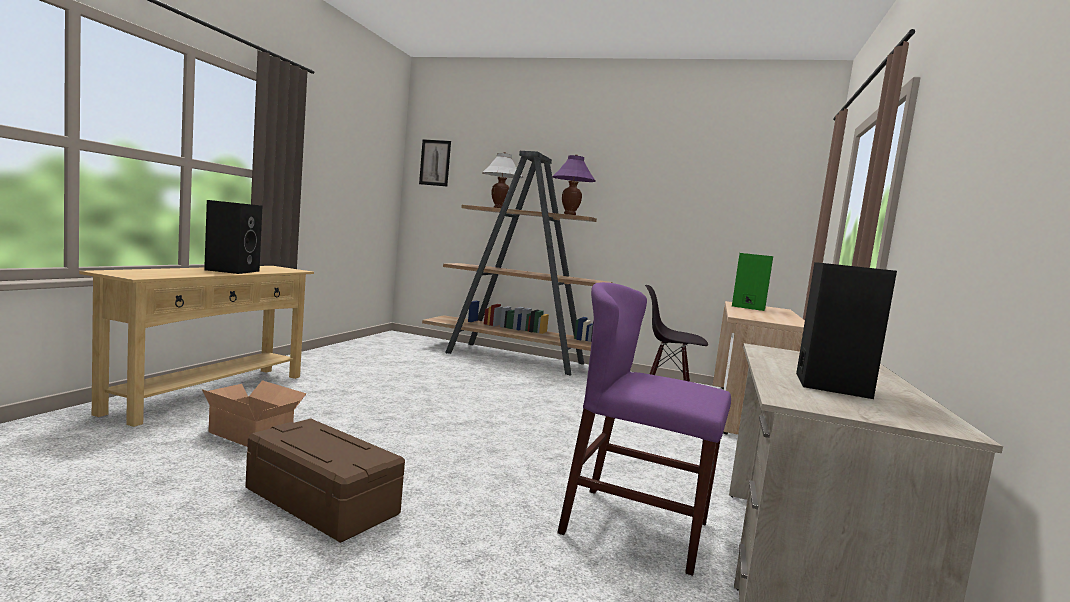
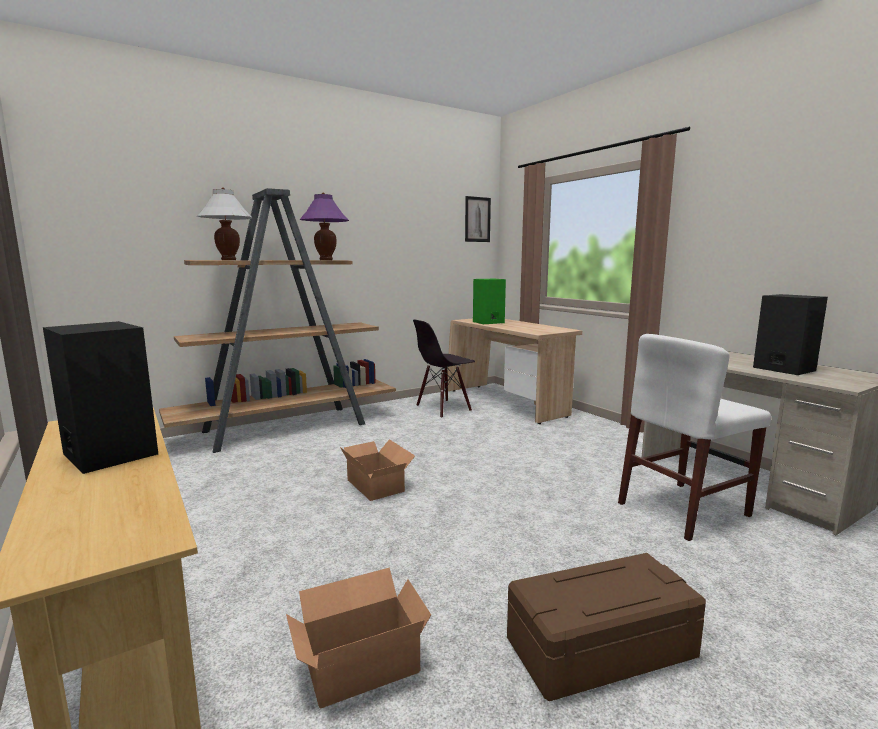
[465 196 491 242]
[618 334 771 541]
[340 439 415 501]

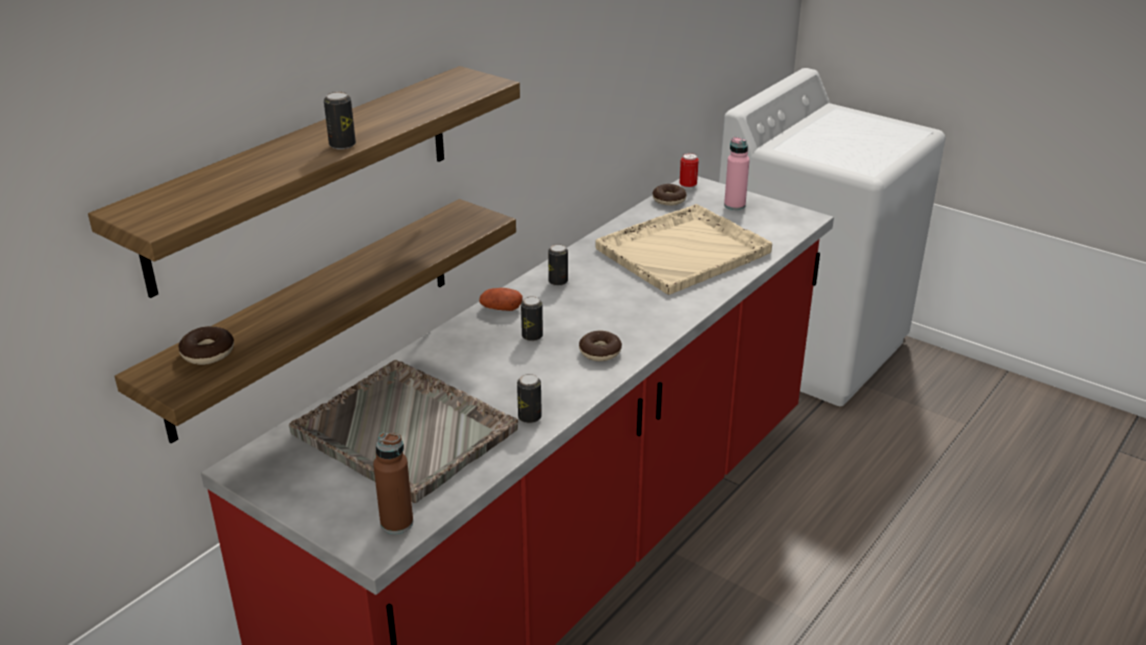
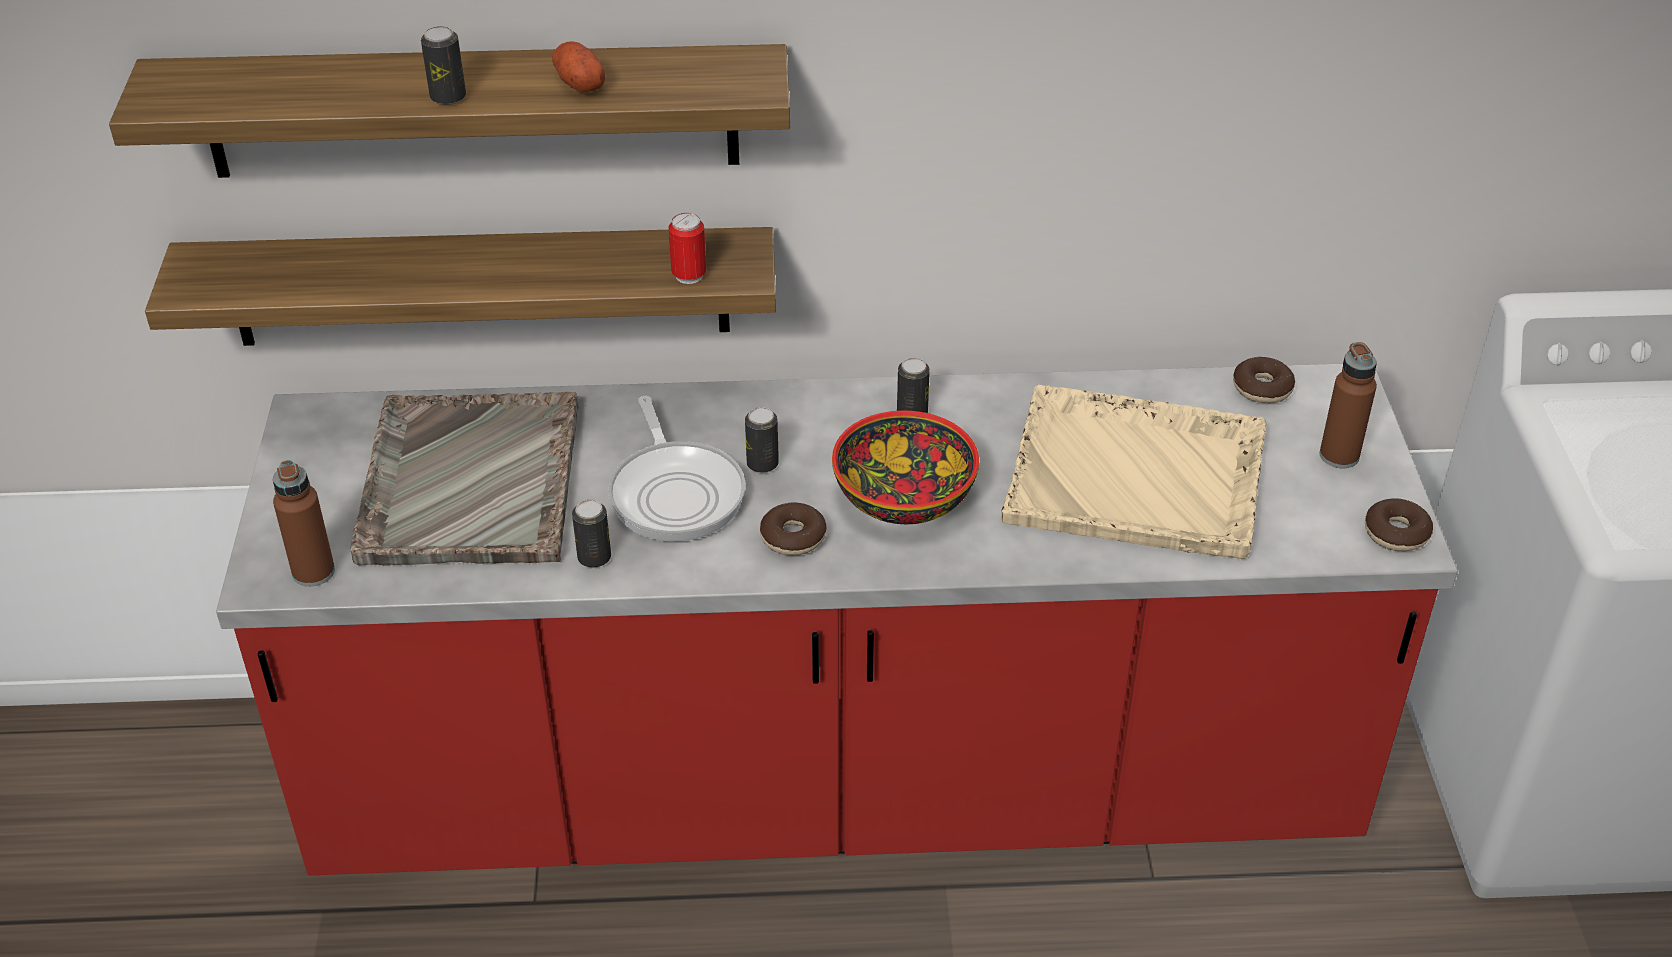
[1320 342 1377 468]
[669 213 707 284]
[552 41 605 93]
[1365 498 1433 551]
[608 396 745 541]
[832 411 979 524]

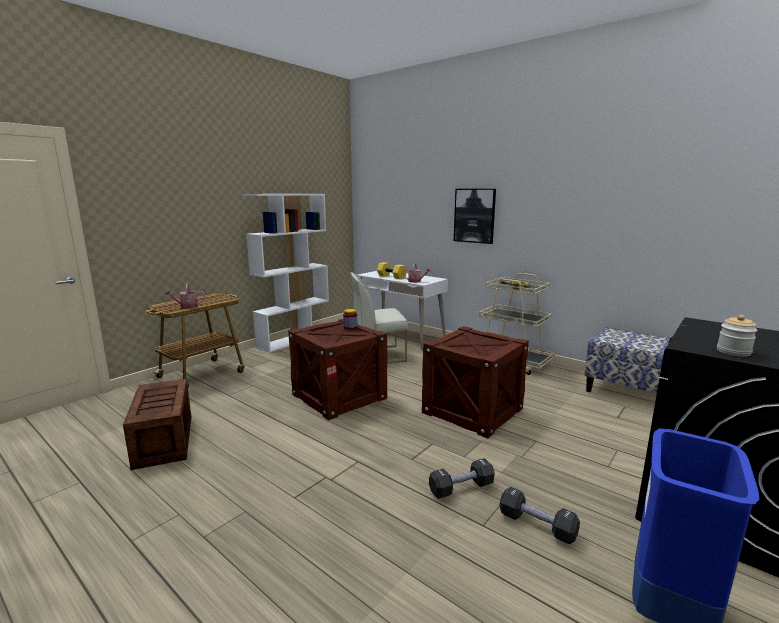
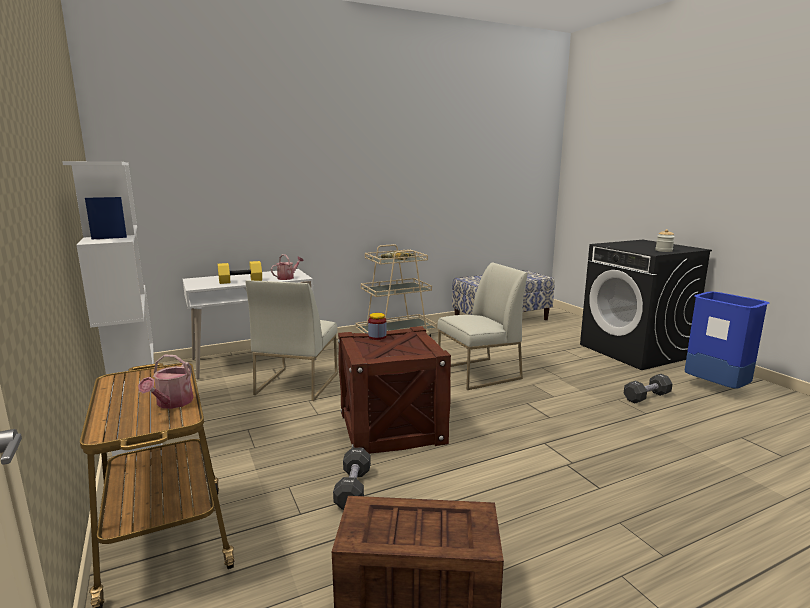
[454 189 496 244] (first image)
[438 262 528 390]
[333 448 371 510]

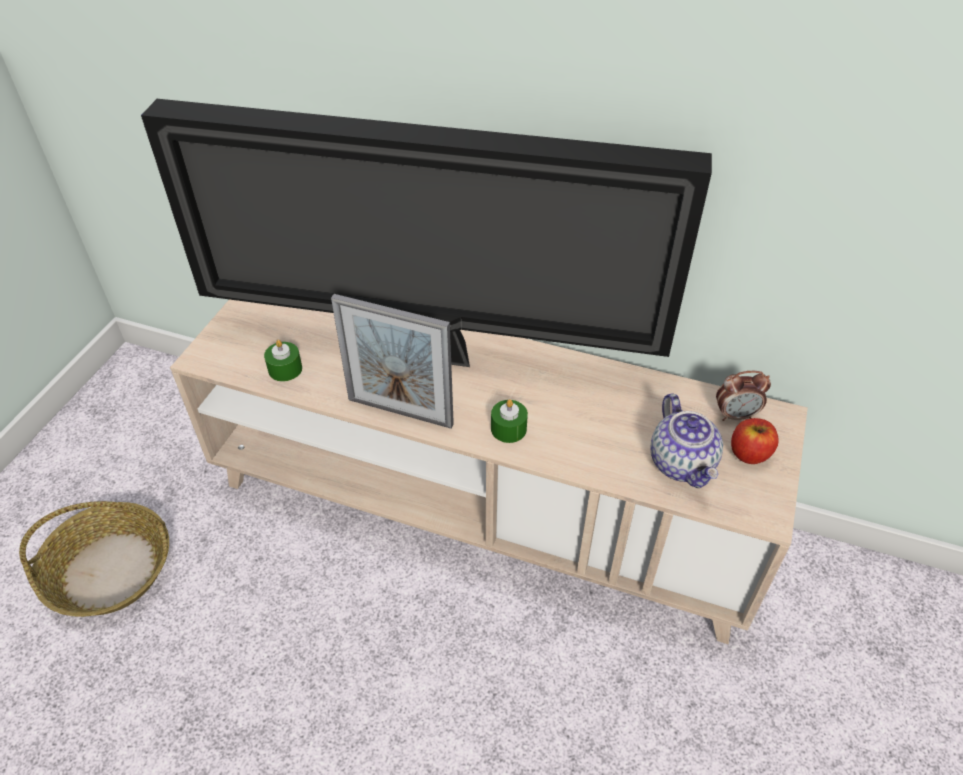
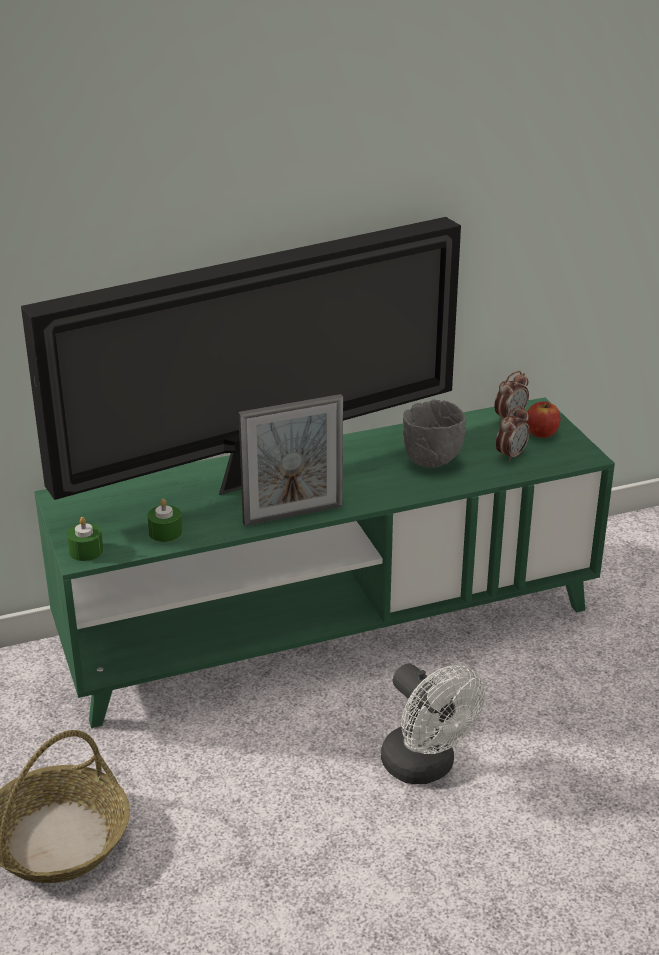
[34 397 615 728]
[496 406 530 462]
[67 517 103 561]
[403 399 466 468]
[381 663 485 784]

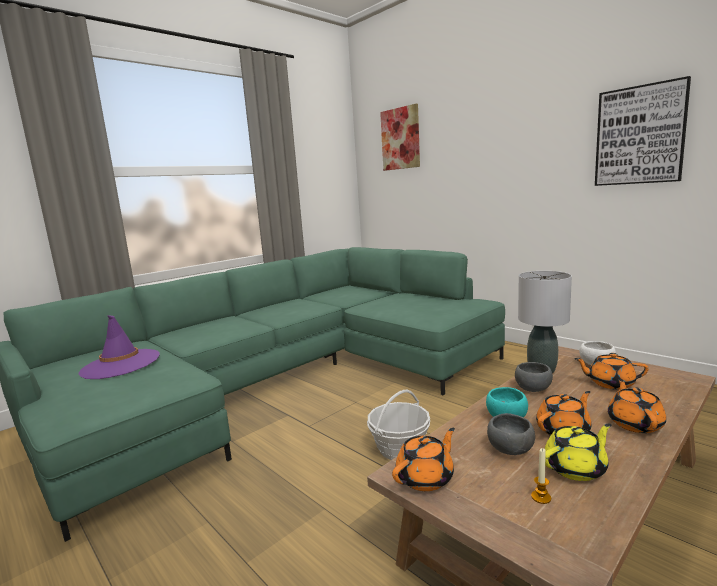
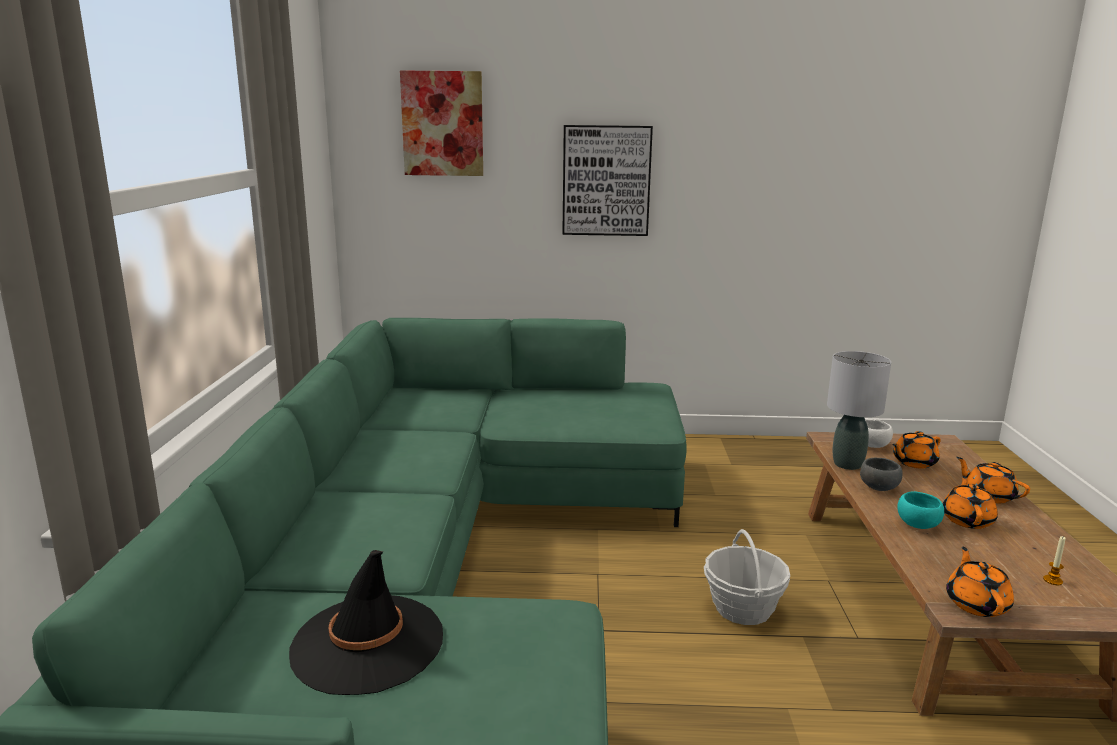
[562 125 653 236]
[289 550 443 695]
[487 413 535 455] (first image)
[545 424 611 481] (first image)

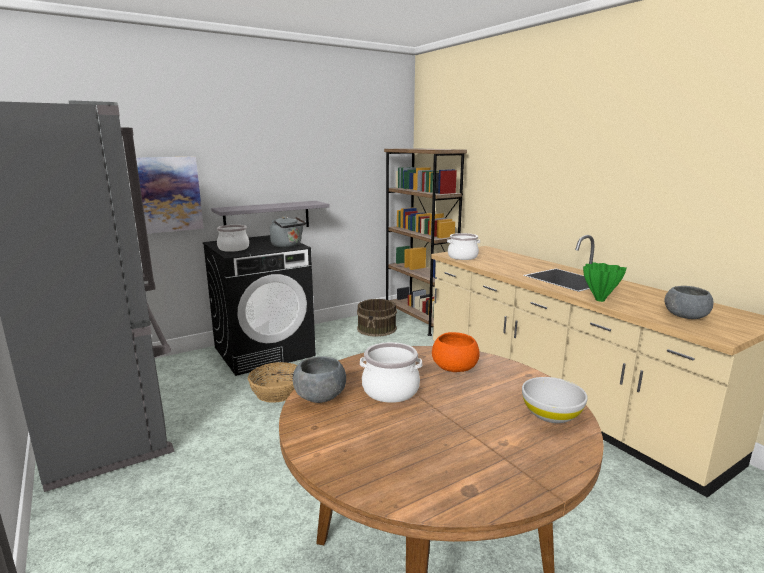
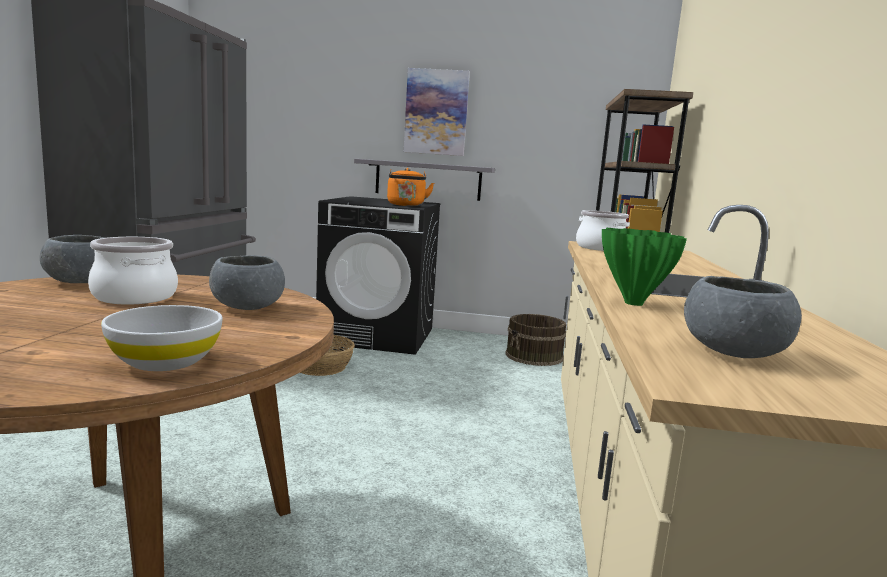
[404 68 470 156]
[387 168 434 206]
[217 225 249 252] (first image)
[209 255 285 310]

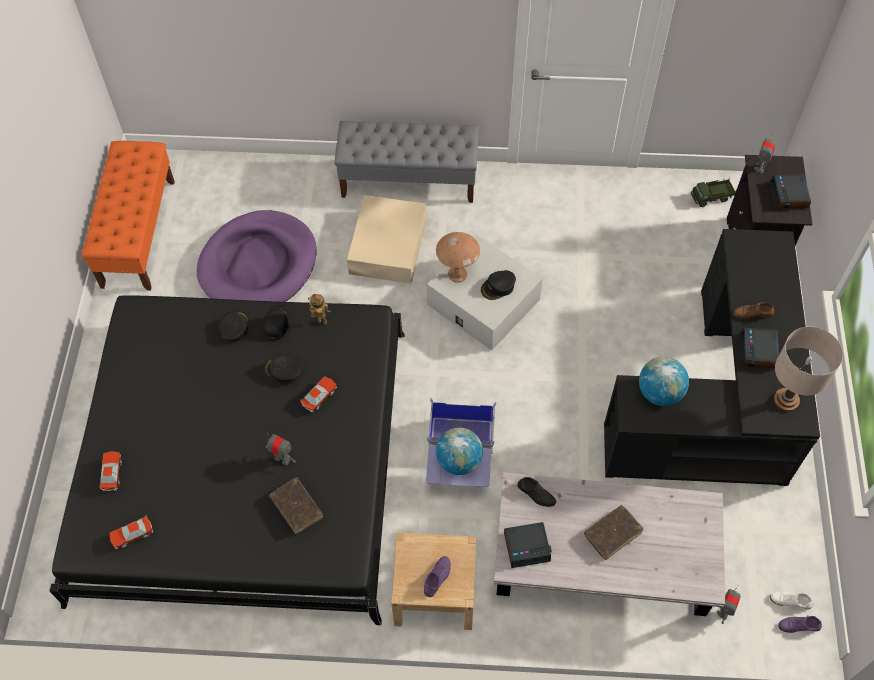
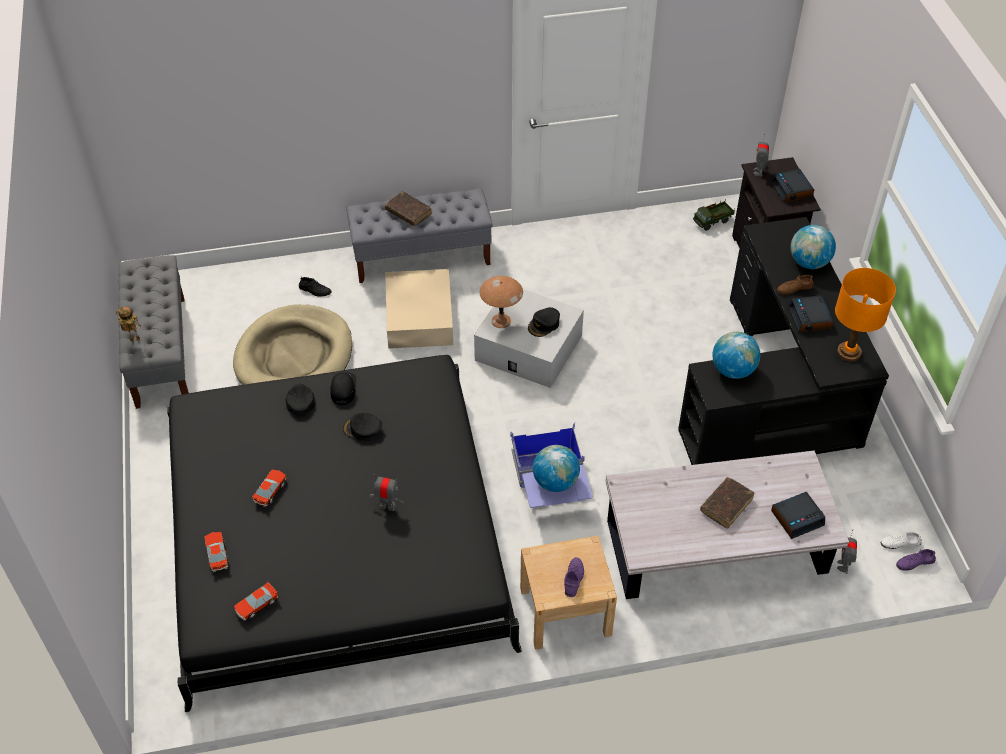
[118 255 189 409]
[233 304 352 385]
[116 307 141 341]
[835 268 896 362]
[251 470 287 507]
[385 191 432 226]
[299 277 332 297]
[771 492 825 539]
[790 225 836 269]

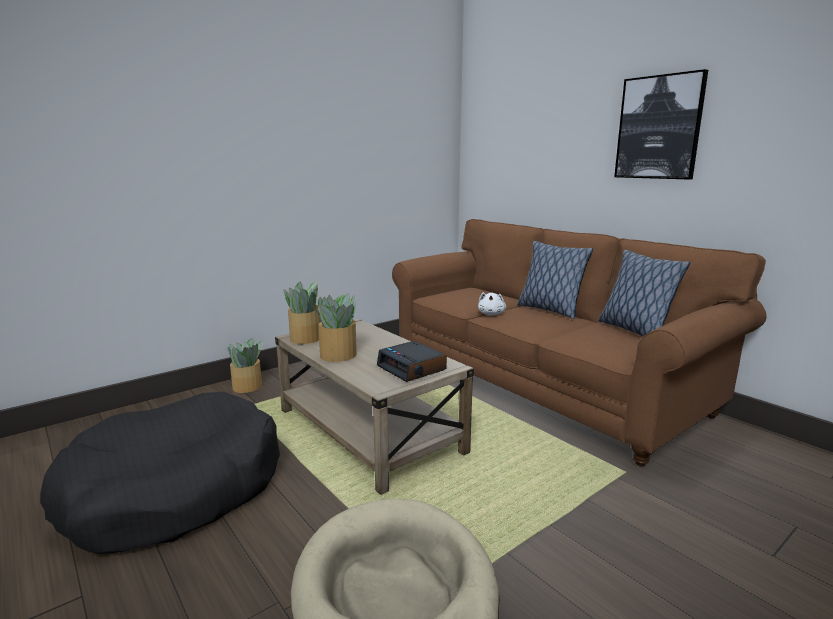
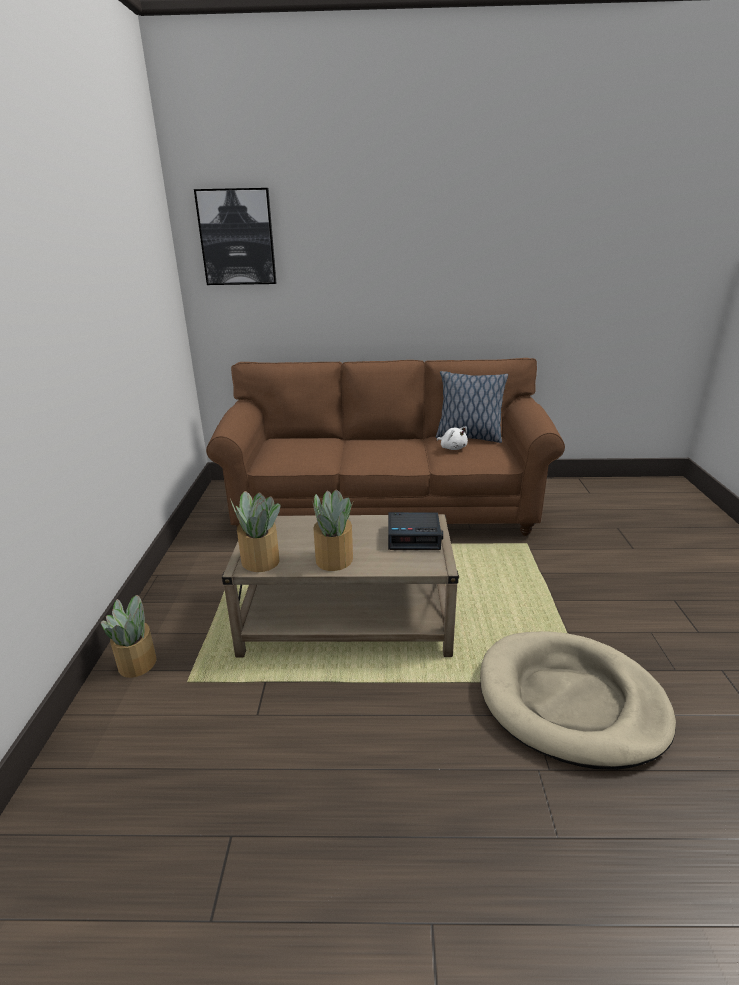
[194 188 276 285]
[517 241 593 319] (first image)
[437 427 468 450]
[40 392 280 554] (first image)

